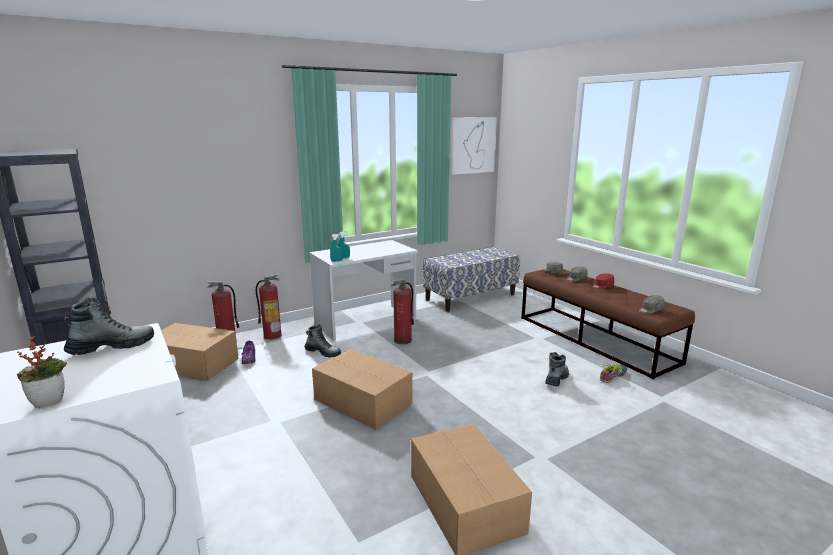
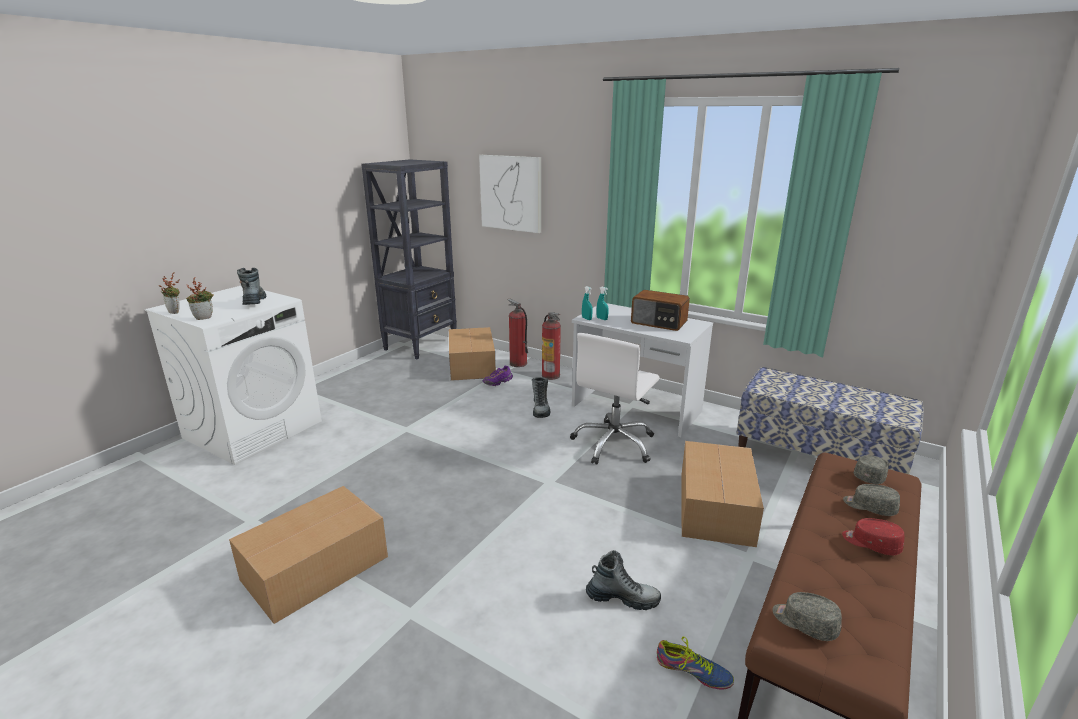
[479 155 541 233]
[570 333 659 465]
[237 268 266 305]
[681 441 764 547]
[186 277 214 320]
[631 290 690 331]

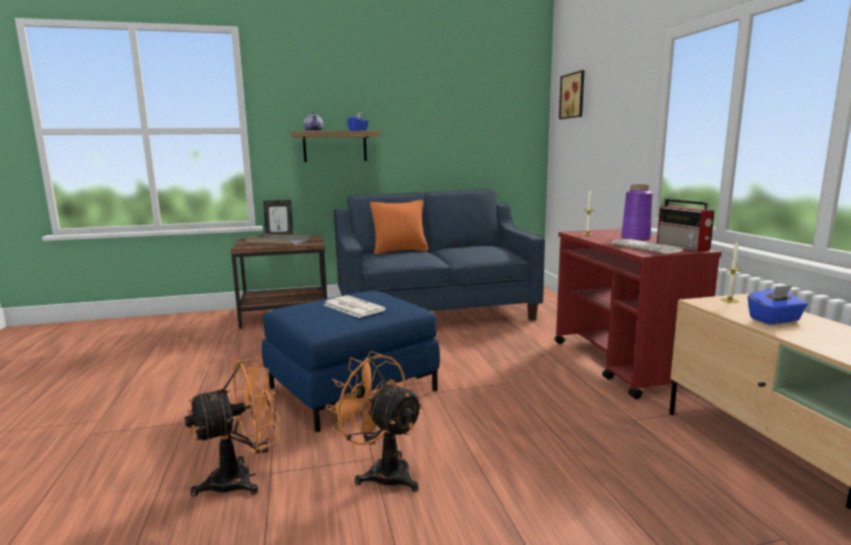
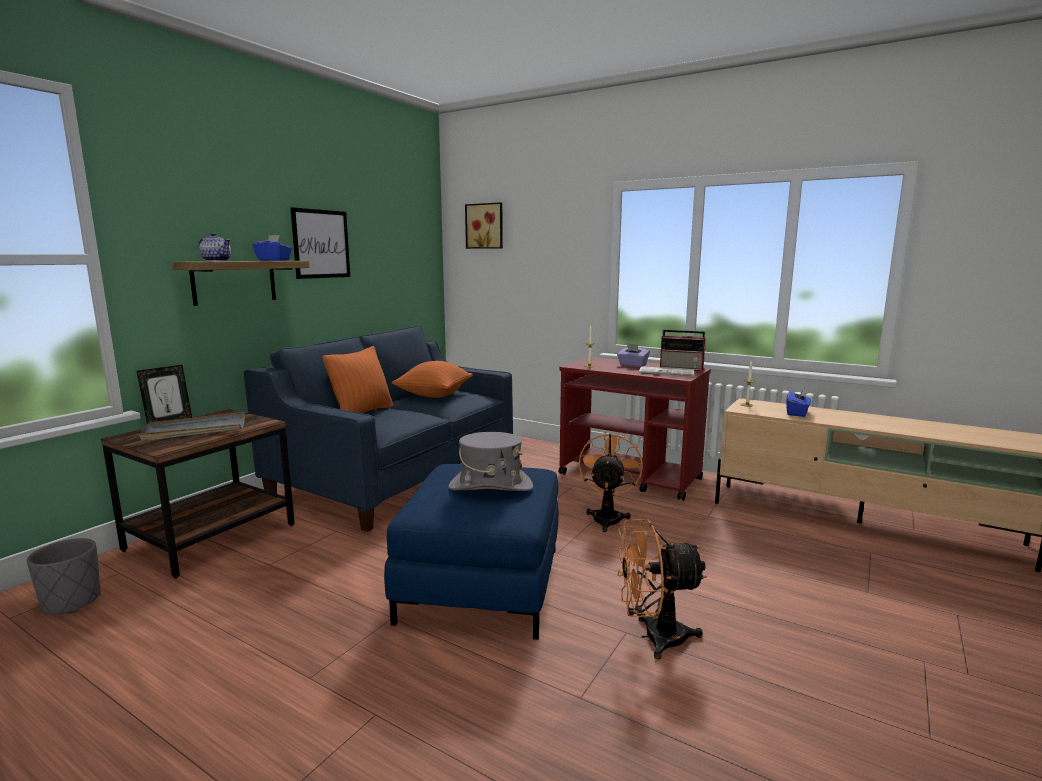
[617 343 650 367]
[448 432 533 491]
[578 431 643 532]
[290 207 350 279]
[392 361 473 398]
[27 538 101 614]

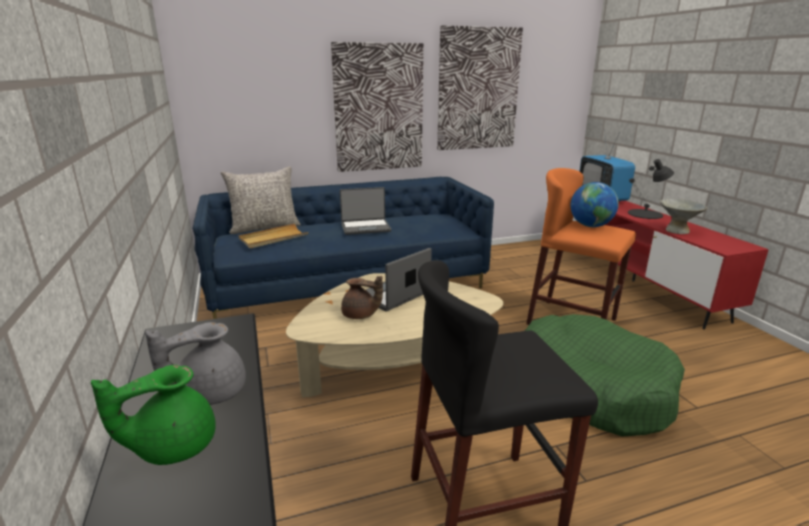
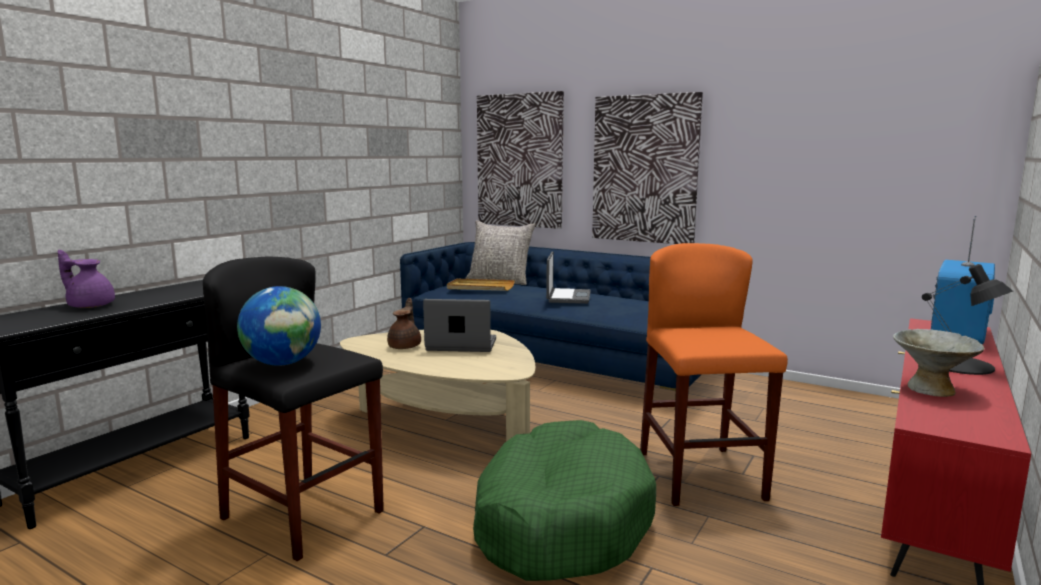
[477 91 564 229]
[237 286 321 366]
[546 251 591 304]
[387 298 421 349]
[145 322 246 405] (first image)
[58 250 115 308]

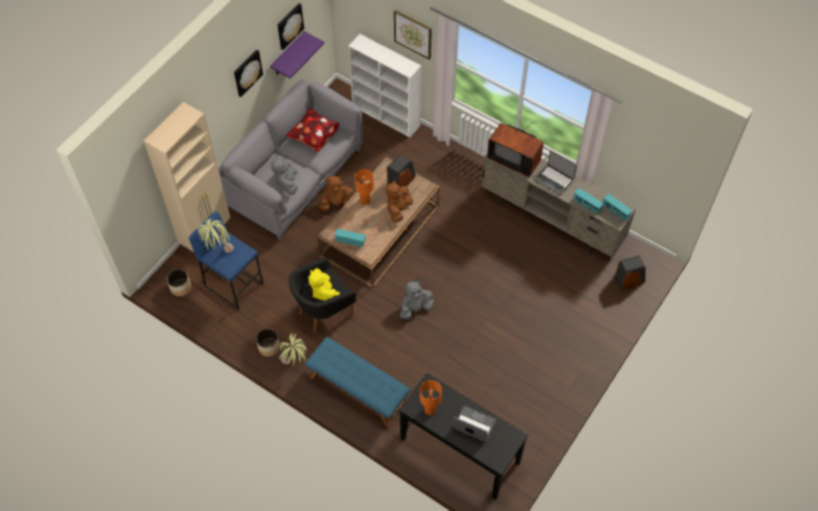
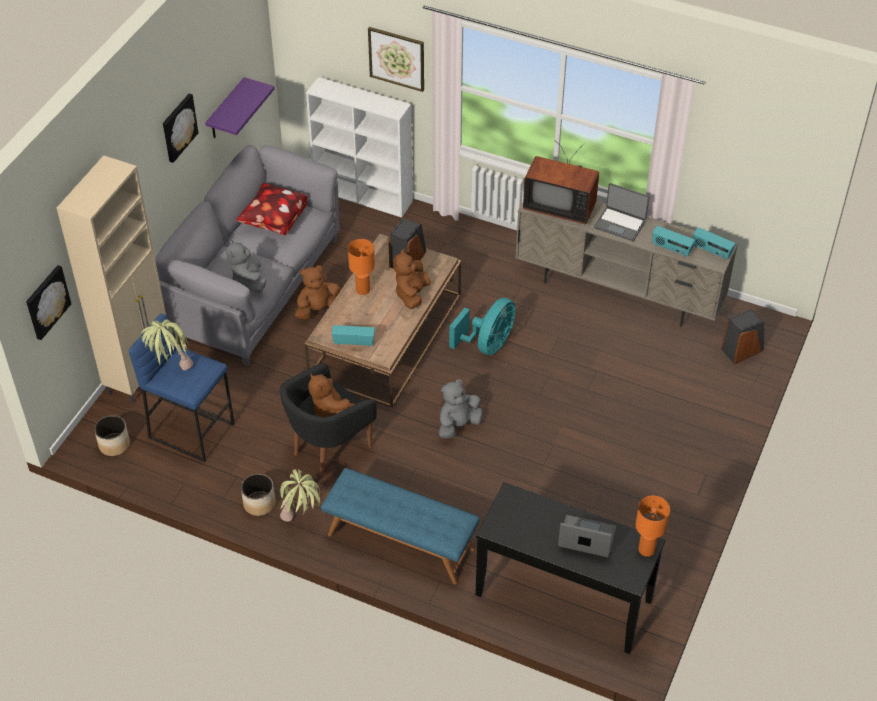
[26 265 71 340]
[308 373 355 417]
[636 496 670 557]
[449 298 516 355]

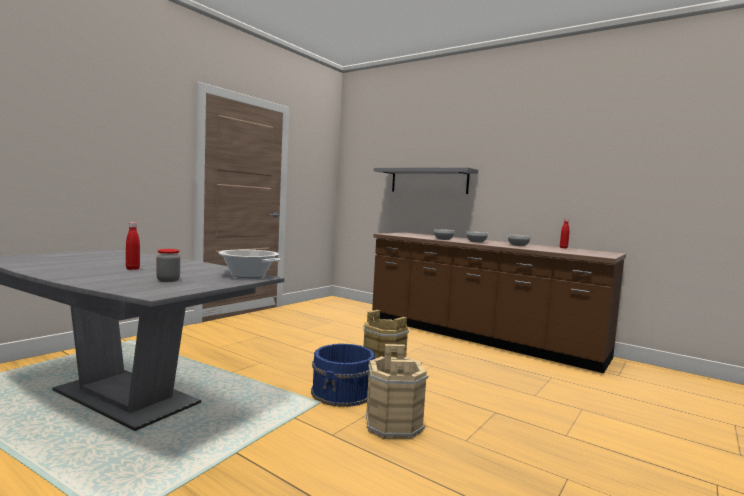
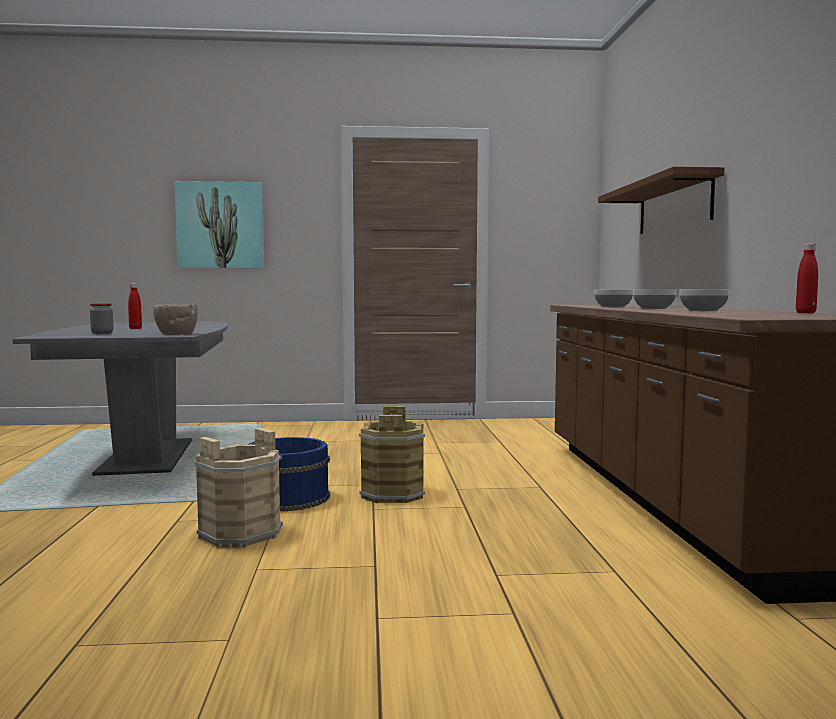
[598 166 725 234]
[153 303 198 335]
[174 181 264 268]

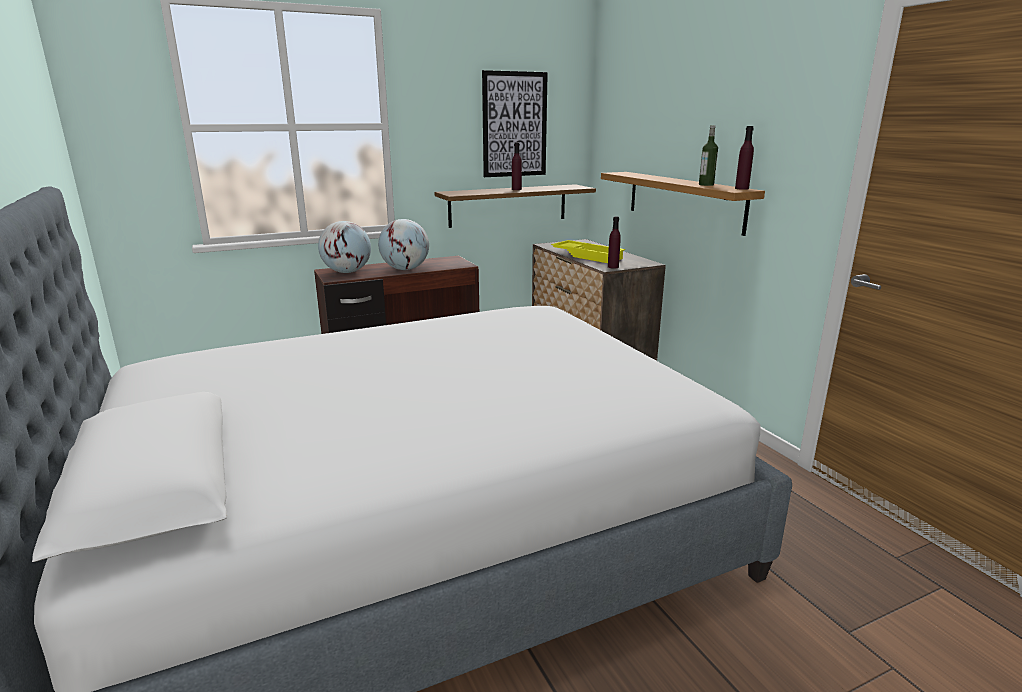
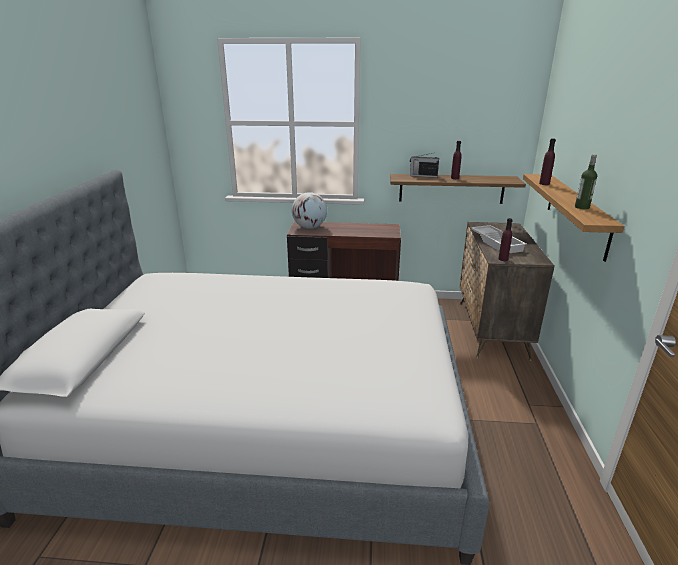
[482 70 548 177] (first image)
[539 138 556 185]
[378 219 429 270] (first image)
[471 225 527 253]
[410 153 439 178]

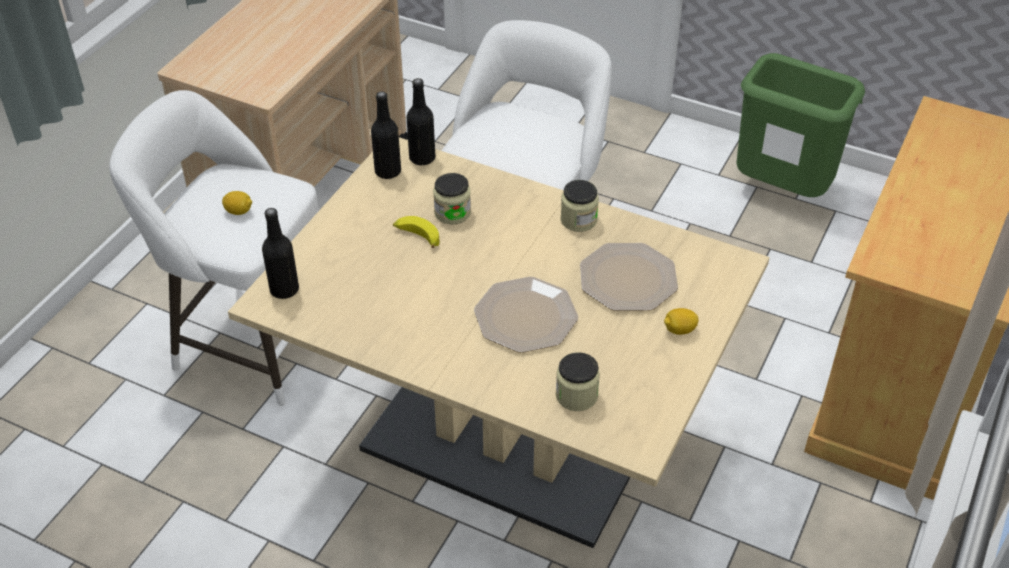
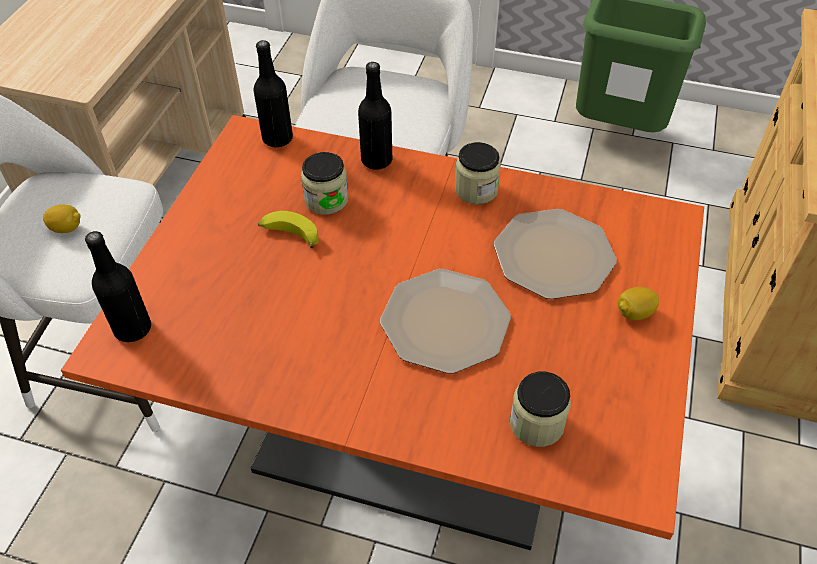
[358 62 392 170]
[61 115 704 550]

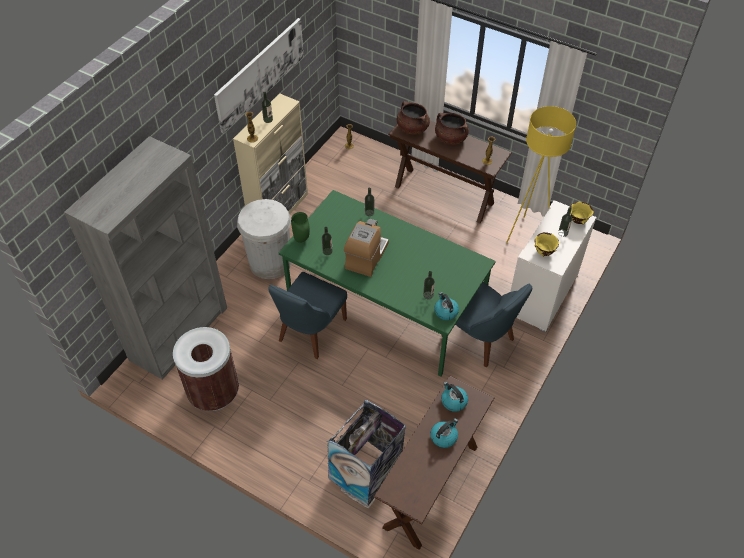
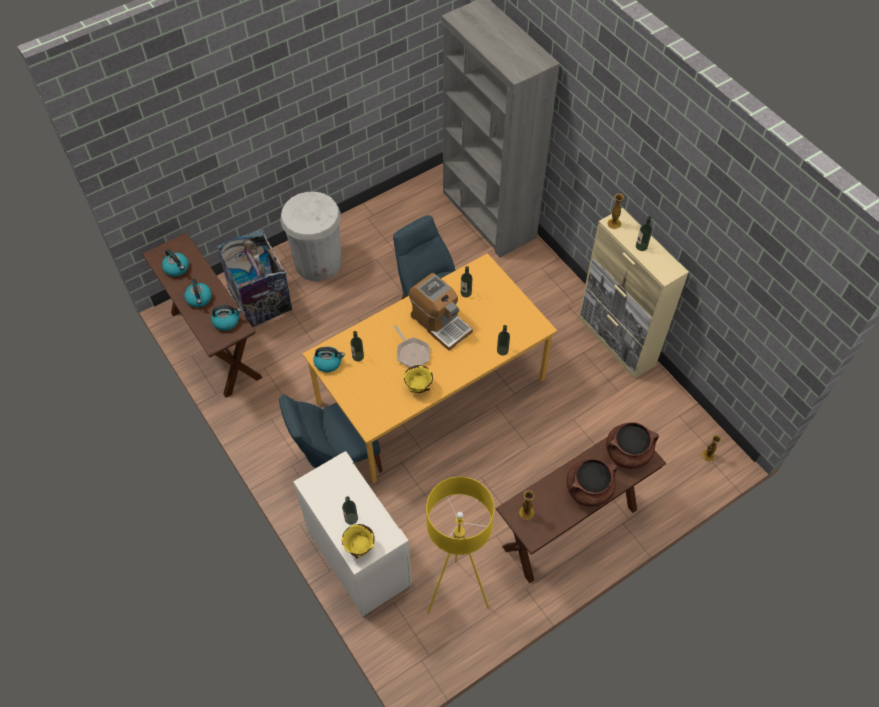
[214 18 304 134] (first image)
[302 253 557 483]
[280 192 342 281]
[291 212 310 243] (first image)
[404 365 433 393]
[173 327 239 411] (first image)
[162 249 189 277]
[394 325 430 367]

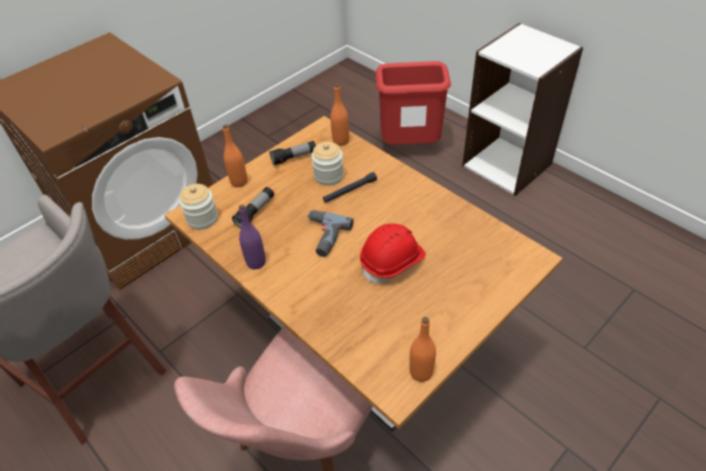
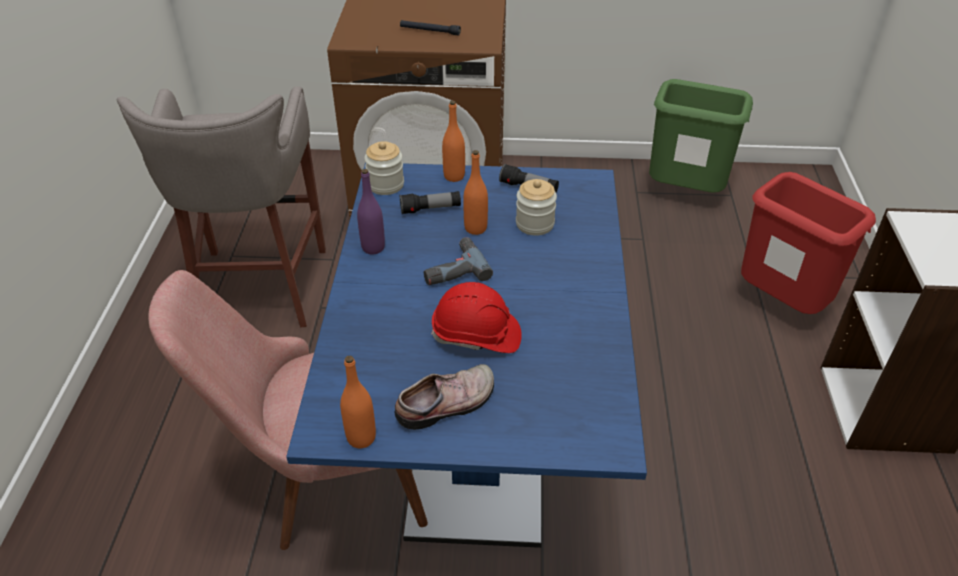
[463 150 488 235]
[286 162 647 548]
[400 20 461 36]
[649 79 753 193]
[395 364 494 430]

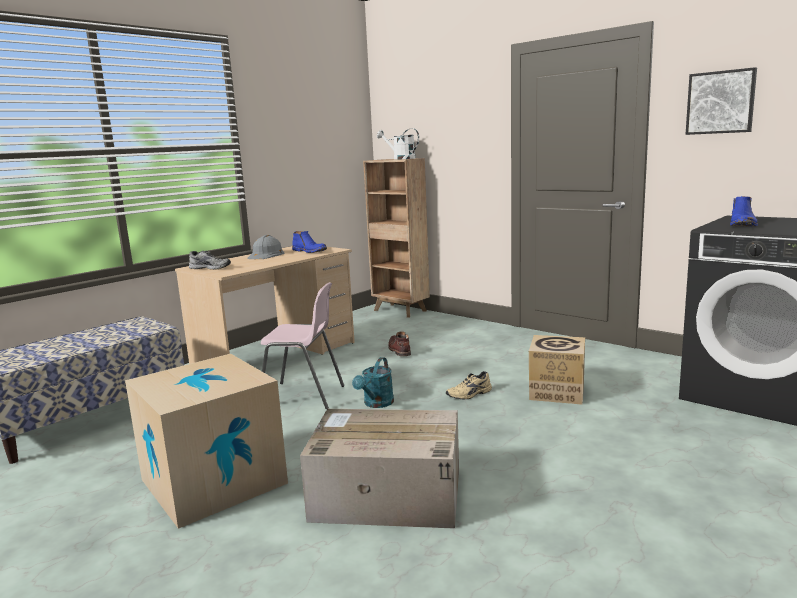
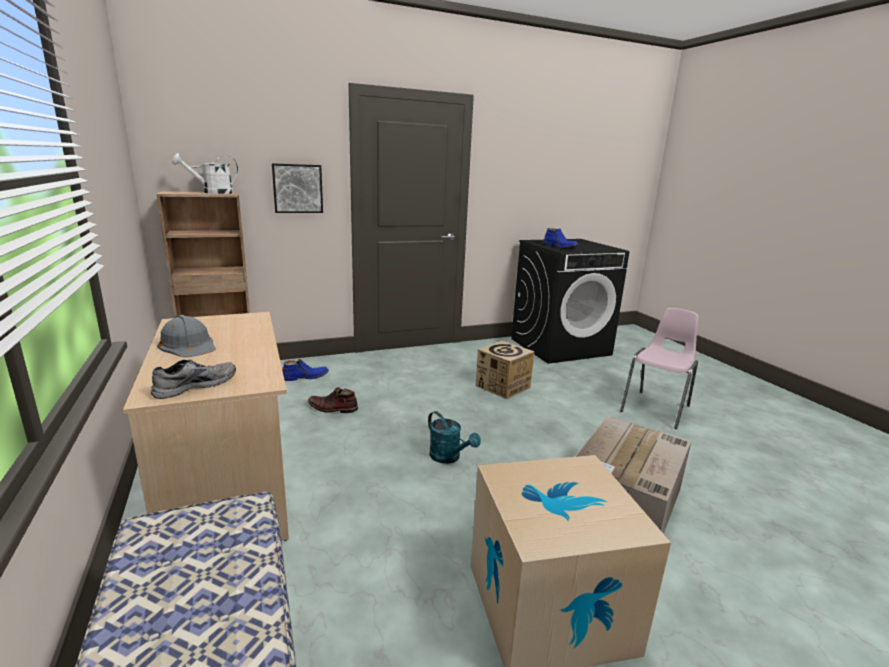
[272 163 323 213]
[282 359 329 381]
[620 308 699 429]
[446 371 492 400] (first image)

